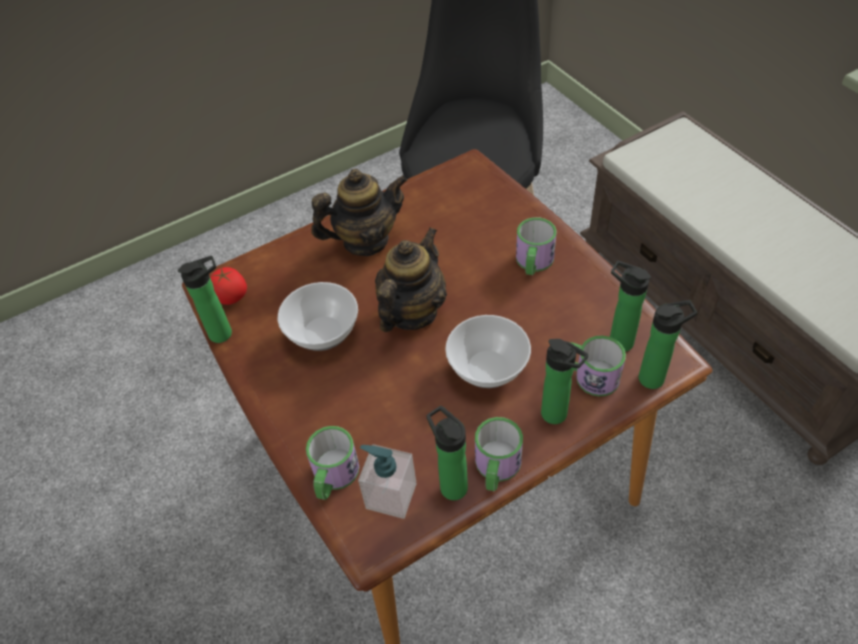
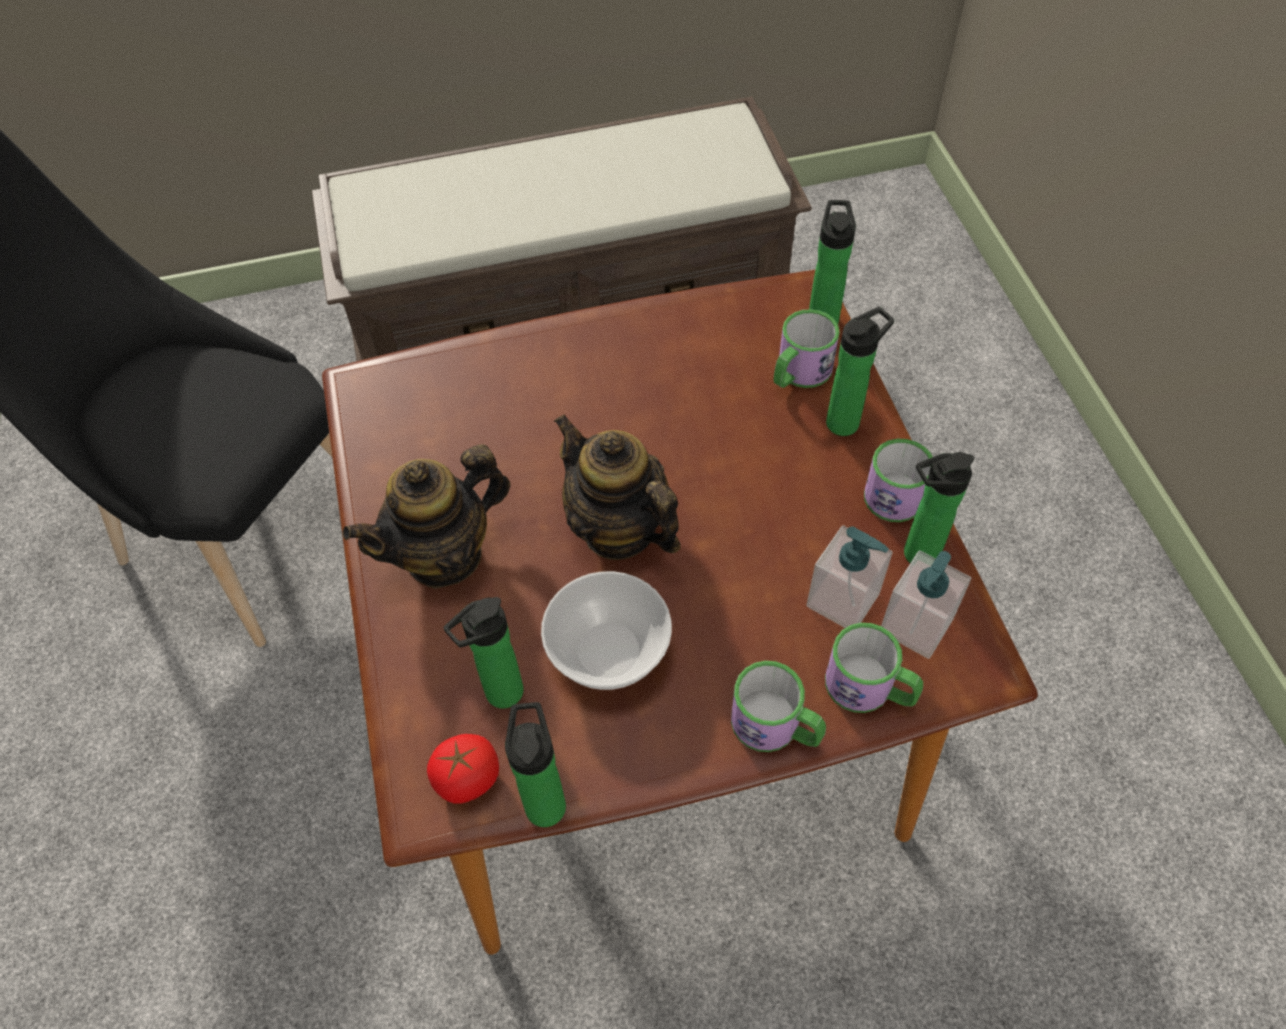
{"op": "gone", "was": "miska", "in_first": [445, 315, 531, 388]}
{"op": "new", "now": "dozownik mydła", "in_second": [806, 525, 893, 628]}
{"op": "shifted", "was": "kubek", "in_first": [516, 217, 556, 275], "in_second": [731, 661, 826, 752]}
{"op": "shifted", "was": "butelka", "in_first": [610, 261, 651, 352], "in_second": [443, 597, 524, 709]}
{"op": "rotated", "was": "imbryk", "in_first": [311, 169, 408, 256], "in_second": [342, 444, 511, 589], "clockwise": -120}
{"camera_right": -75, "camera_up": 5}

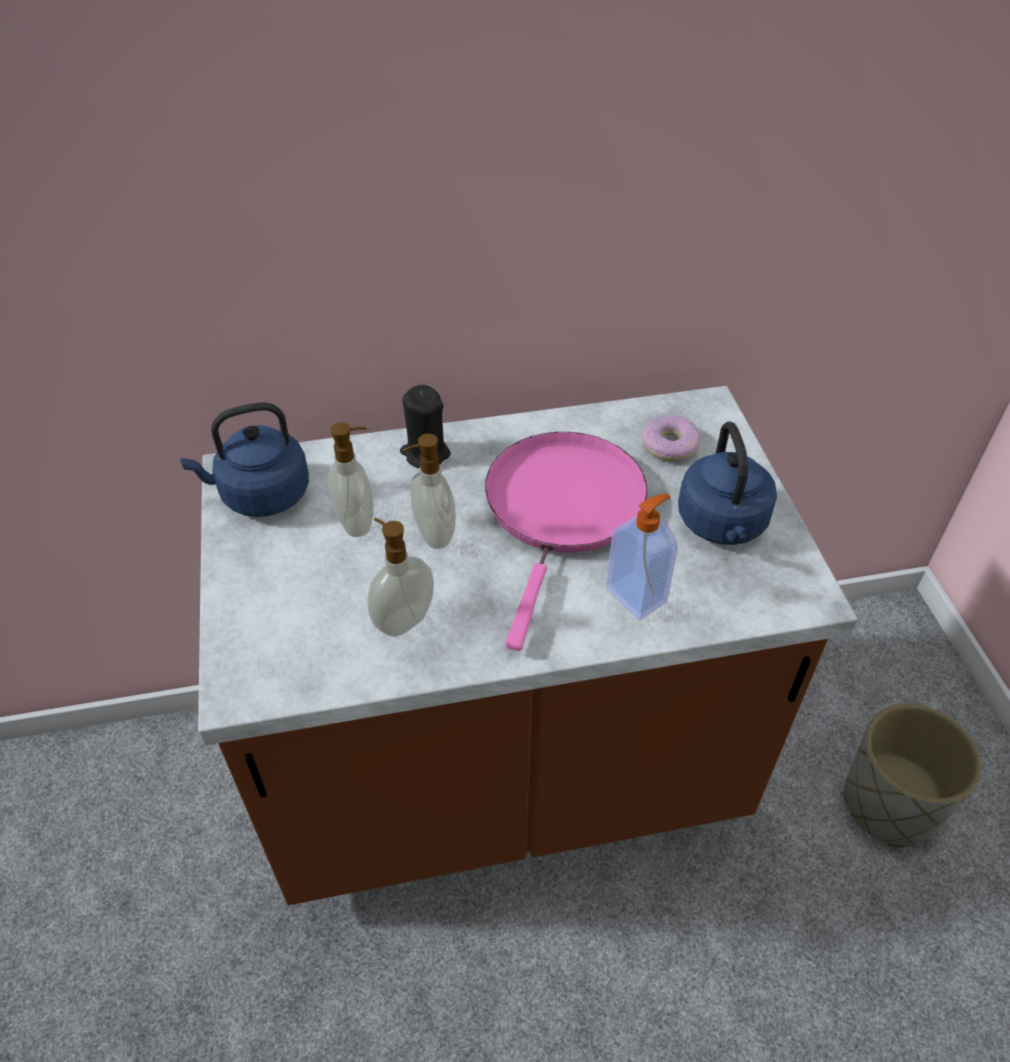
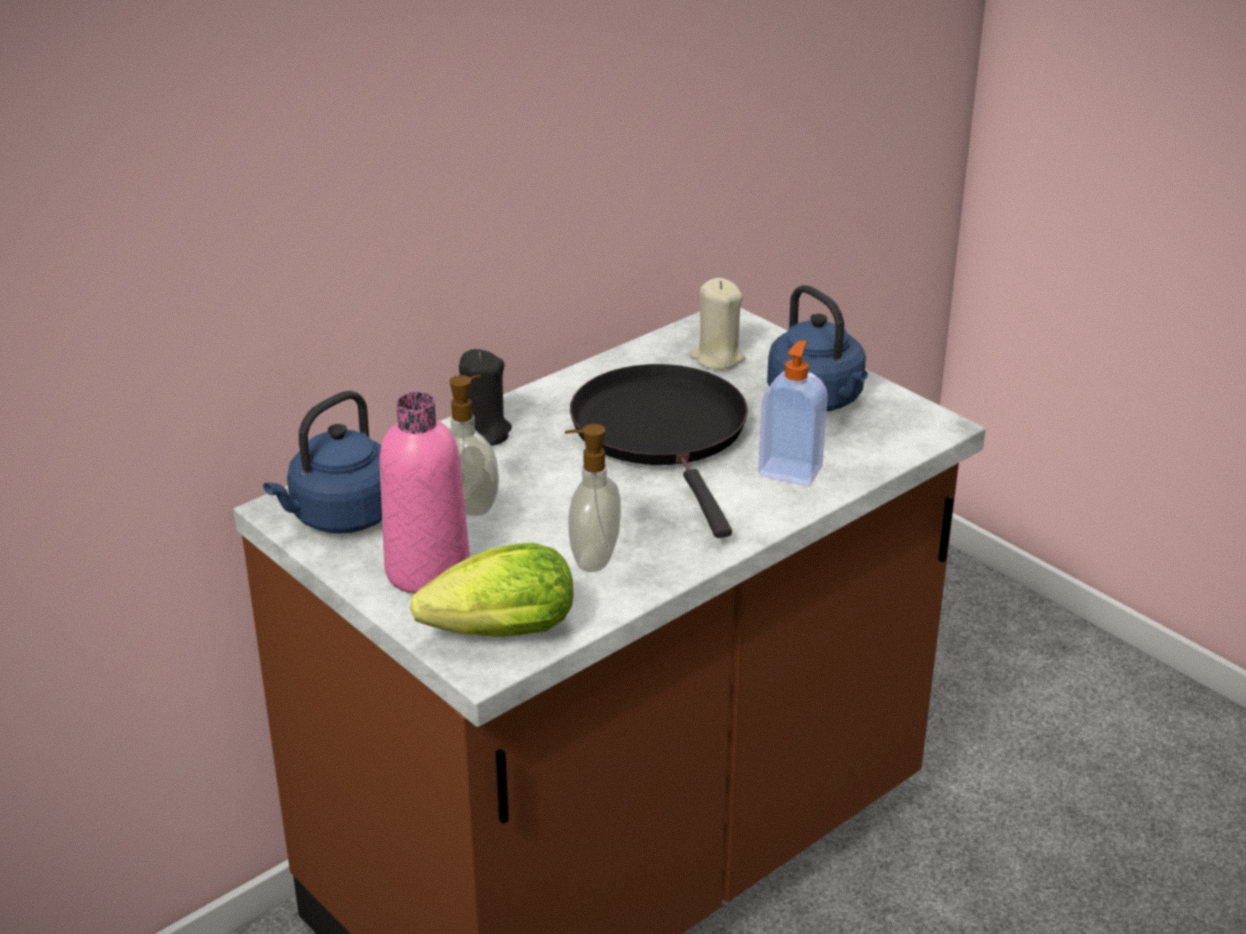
{"op": "gone", "was": "dozownik mydła", "in_first": [403, 434, 456, 549]}
{"op": "gone", "was": "donica [szary]", "in_first": [844, 704, 982, 847]}
{"op": "new", "now": "butelka [różowy]", "in_second": [380, 392, 470, 594]}
{"op": "new", "now": "sałata", "in_second": [410, 543, 574, 637]}
{"op": "swapped", "was": "donut", "now": "świeca [beżowy]", "in_first": [642, 415, 701, 461], "in_second": [690, 278, 745, 370]}
{"op": "repainted", "was": "patelnia [różowy]", "now": "patelnia [czarny]", "in_first": [485, 432, 648, 651], "in_second": [570, 364, 748, 538]}
{"camera_right": -30, "camera_up": -15}

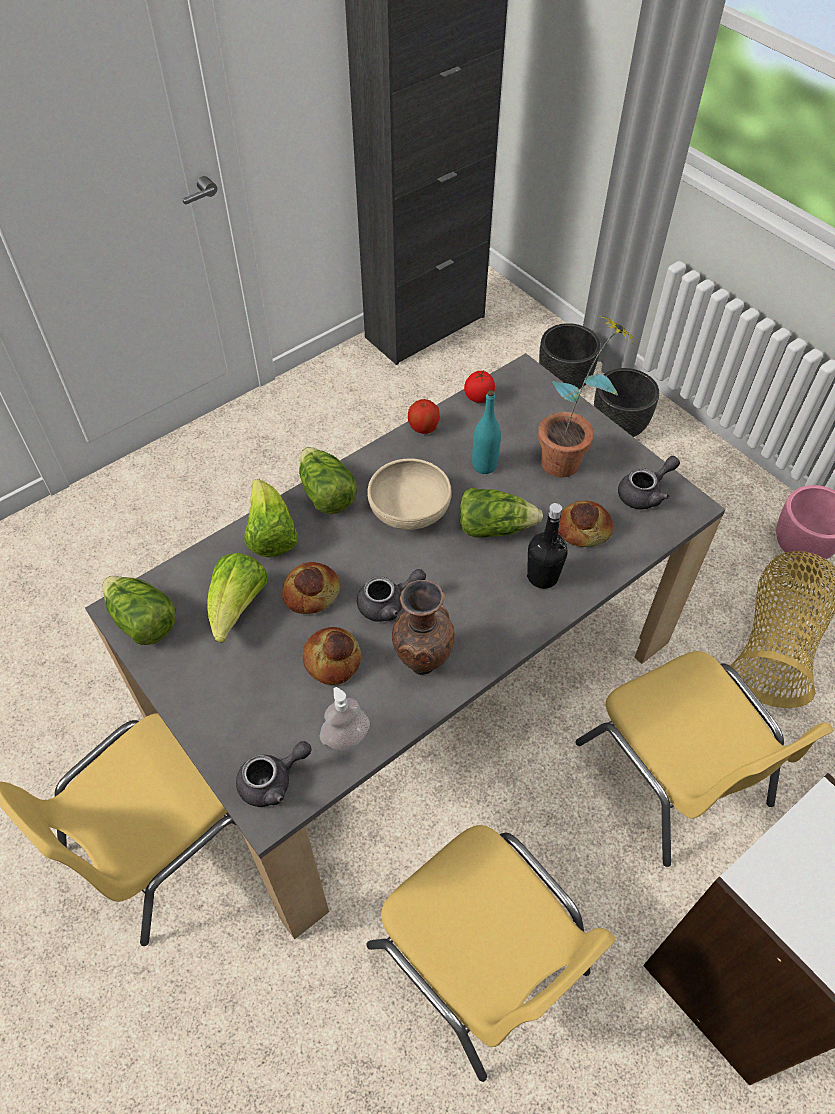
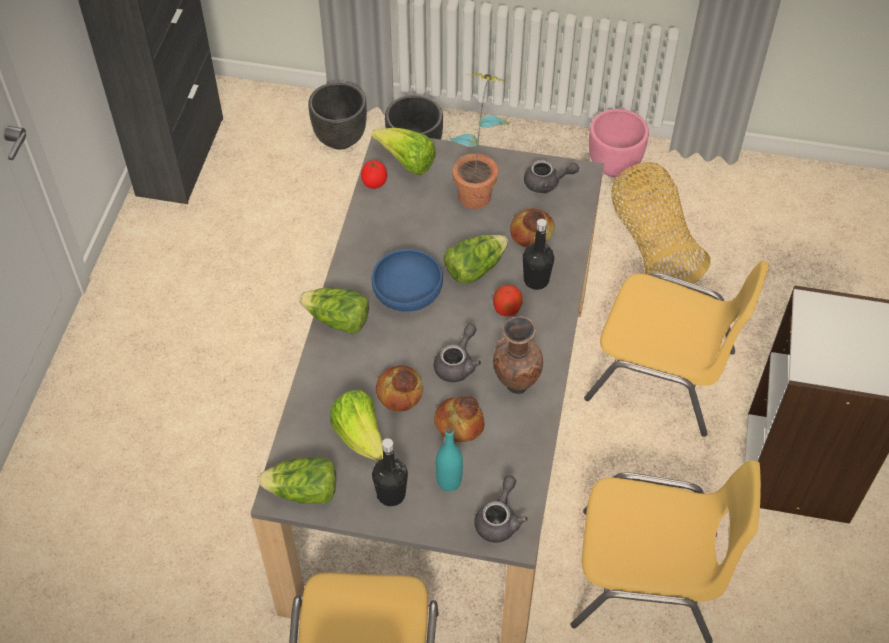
{"op": "gone", "was": "dozownik mydła", "in_first": [320, 687, 370, 751]}
{"op": "new", "now": "butelka [czarny]", "in_second": [372, 438, 408, 506]}
{"op": "shifted", "was": "sałata", "in_first": [244, 479, 297, 558], "in_second": [371, 128, 436, 175]}
{"op": "shifted", "was": "jabłko", "in_first": [408, 399, 440, 434], "in_second": [493, 285, 523, 316]}
{"op": "shifted", "was": "butelka [turkusowy]", "in_first": [472, 390, 501, 474], "in_second": [436, 427, 463, 491]}
{"op": "repainted", "was": "miska [beżowy]", "now": "miska [niebieski]", "in_first": [367, 459, 452, 530], "in_second": [372, 249, 443, 312]}
{"op": "rotated", "was": "imbryk [szary]", "in_first": [618, 456, 680, 509], "in_second": [524, 160, 579, 193], "clockwise": 75}
{"camera_right": -40, "camera_up": 0}

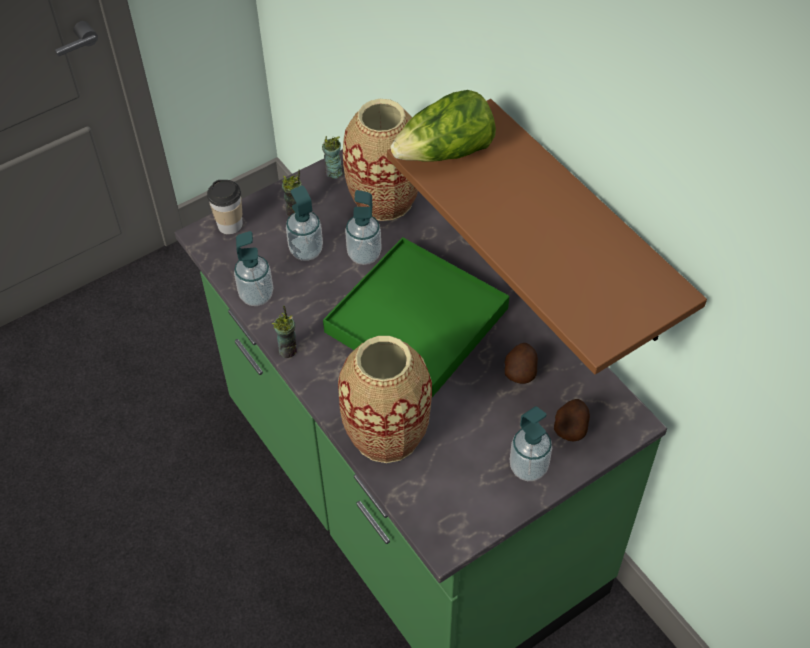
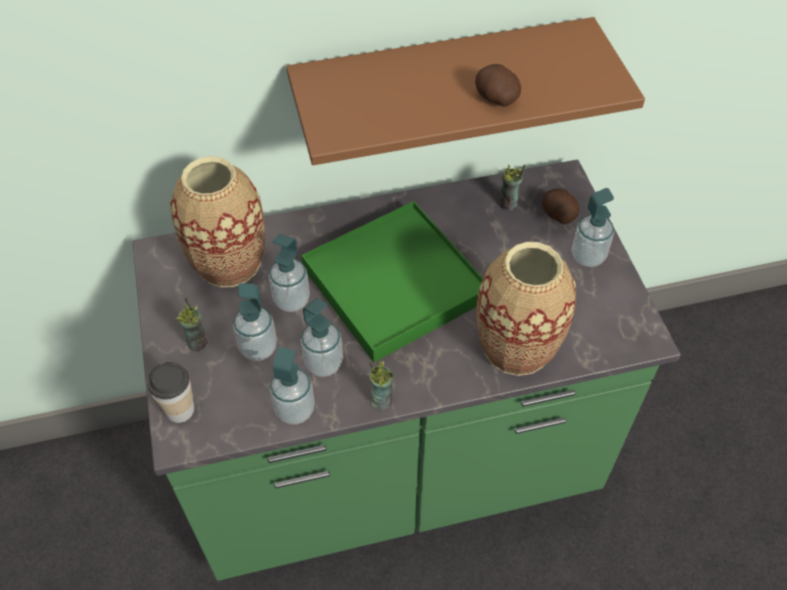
{"op": "gone", "was": "sałata", "in_first": [390, 90, 496, 162]}
{"op": "new", "now": "dozownik mydła", "in_second": [301, 298, 343, 377]}
{"op": "shifted", "was": "filiżanka", "in_first": [322, 136, 343, 179], "in_second": [499, 164, 525, 211]}
{"op": "shifted", "was": "ziemniak", "in_first": [505, 343, 538, 384], "in_second": [475, 64, 521, 107]}
{"camera_right": -70, "camera_up": 0}

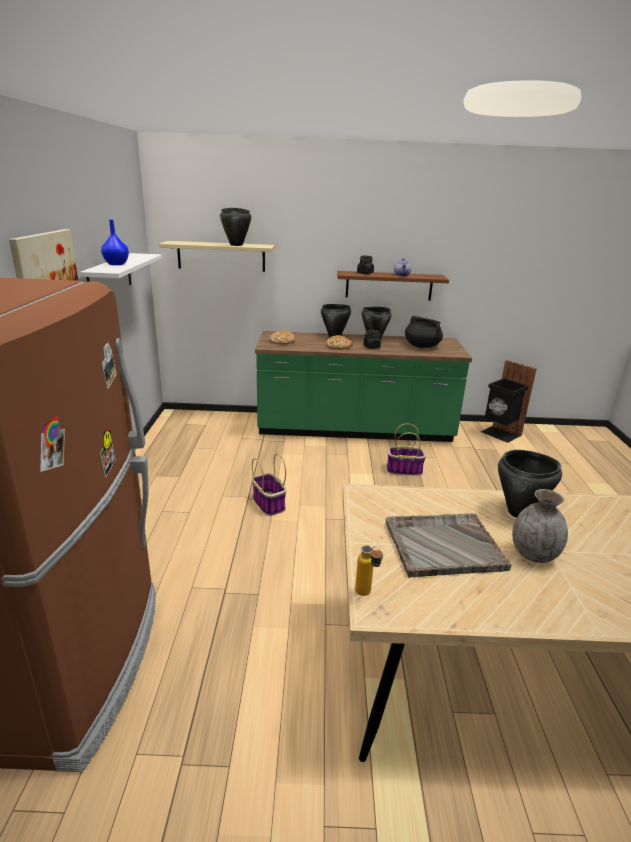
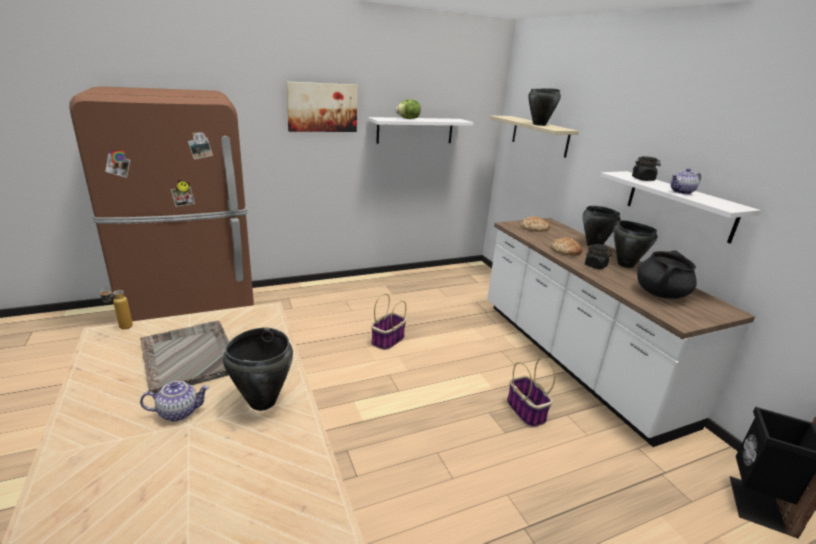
{"op": "swapped", "was": "wazon [niebieski]", "now": "sałata", "in_first": [101, 220, 129, 265], "in_second": [395, 100, 421, 119]}
{"op": "swapped", "was": "wazon [szary]", "now": "imbryk", "in_first": [512, 489, 568, 563], "in_second": [140, 381, 210, 421]}
{"op": "repainted", "was": "zabudowa kuchenna [zielony]", "now": "zabudowa kuchenna [biały]", "in_first": [255, 331, 472, 442], "in_second": [487, 218, 755, 447]}
{"op": "repainted", "was": "półka [brązowy]", "now": "półka [biały]", "in_first": [337, 271, 449, 301], "in_second": [600, 171, 761, 243]}
{"camera_right": 65, "camera_up": 0}

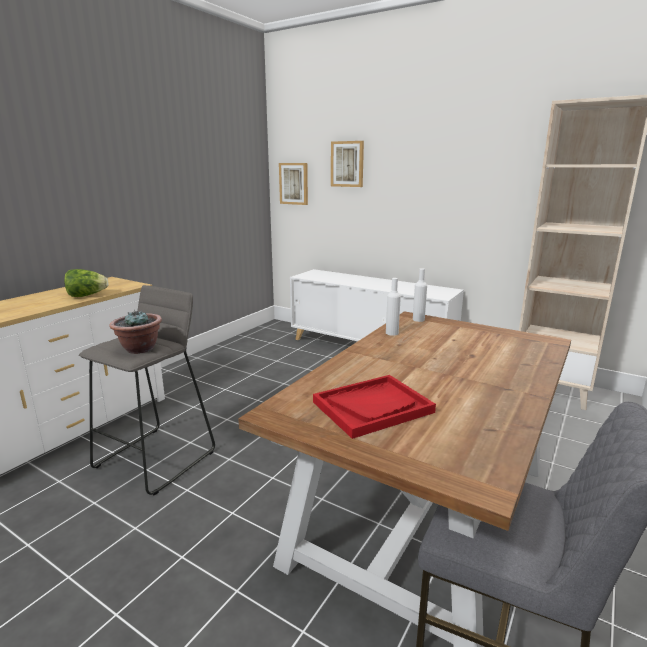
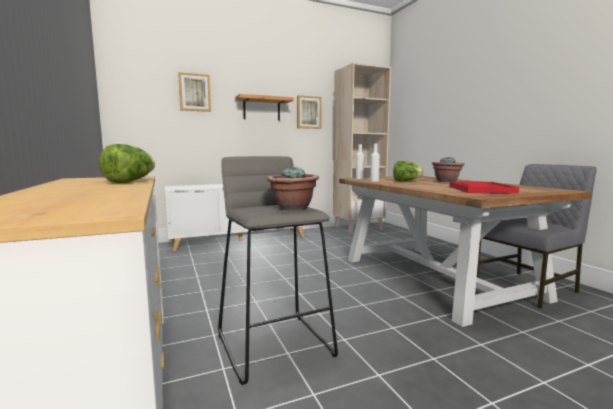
{"op": "new", "now": "półka", "in_second": [235, 94, 294, 121]}
{"op": "new", "now": "sałata", "in_second": [393, 161, 424, 182]}
{"op": "new", "now": "roślina doniczkowa", "in_second": [432, 157, 465, 182]}
{"op": "shifted", "was": "obraz", "in_first": [279, 163, 308, 205], "in_second": [297, 95, 322, 129]}
{"camera_right": -55, "camera_up": -10}

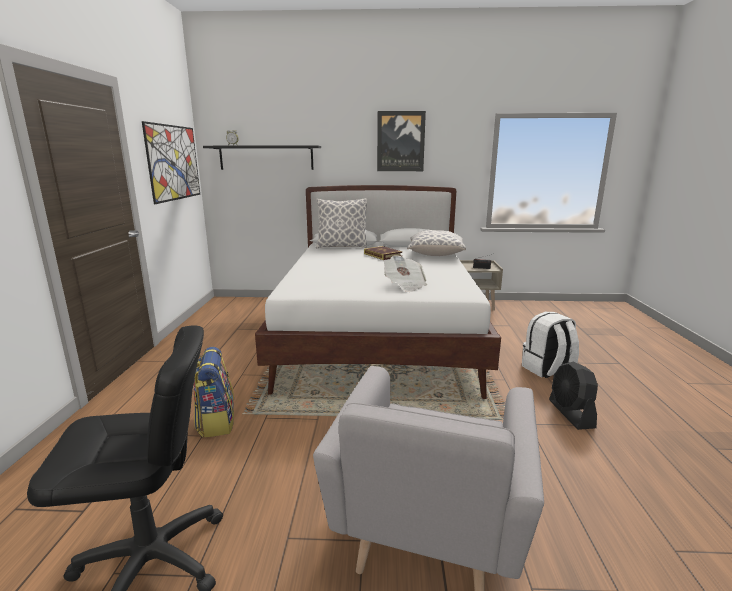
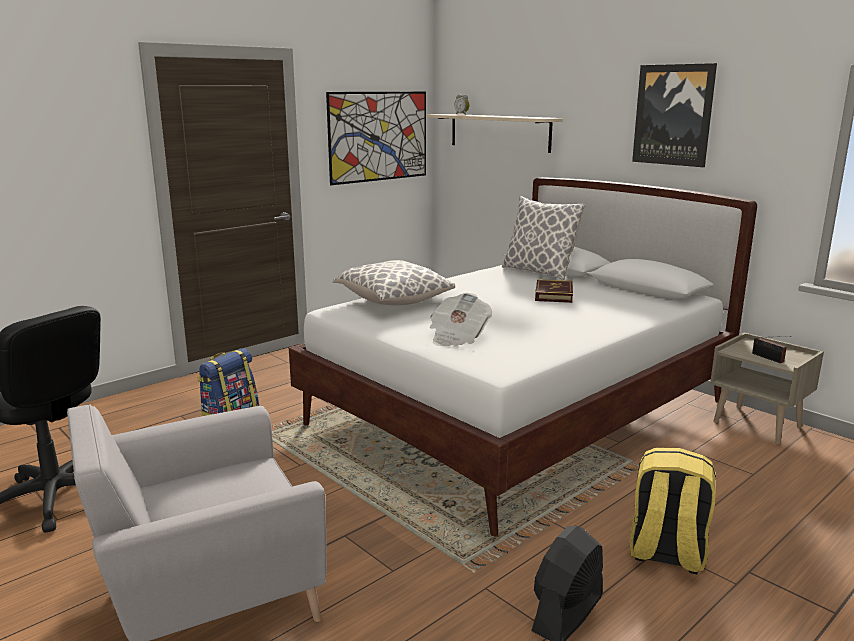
{"op": "shifted", "was": "poduszka", "in_first": [407, 230, 466, 256], "in_second": [333, 260, 455, 305]}
{"op": "repainted", "was": "półka [czarny]", "now": "półka [beżowy]", "in_first": [203, 146, 321, 170], "in_second": [427, 114, 563, 153]}
{"op": "repainted", "was": "plecak [biały]", "now": "plecak [żółty]", "in_first": [522, 312, 579, 378], "in_second": [630, 448, 716, 574]}
{"camera_right": 45, "camera_up": 0}

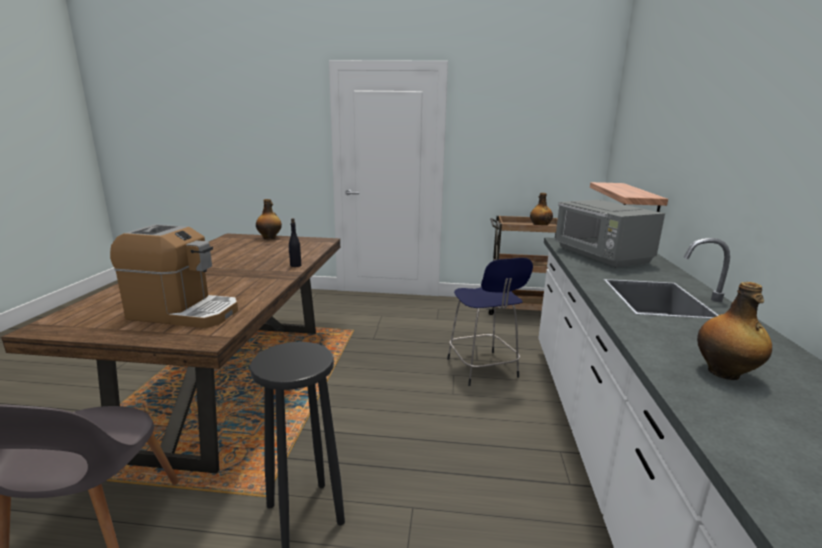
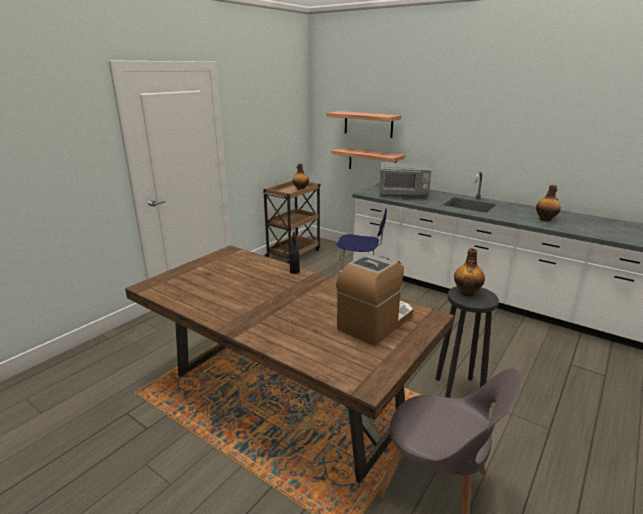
{"op": "new", "now": "półka", "in_second": [326, 111, 401, 138]}
{"op": "shifted", "was": "butelka", "in_first": [256, 199, 282, 240], "in_second": [454, 248, 485, 296]}
{"camera_right": -60, "camera_up": 5}

